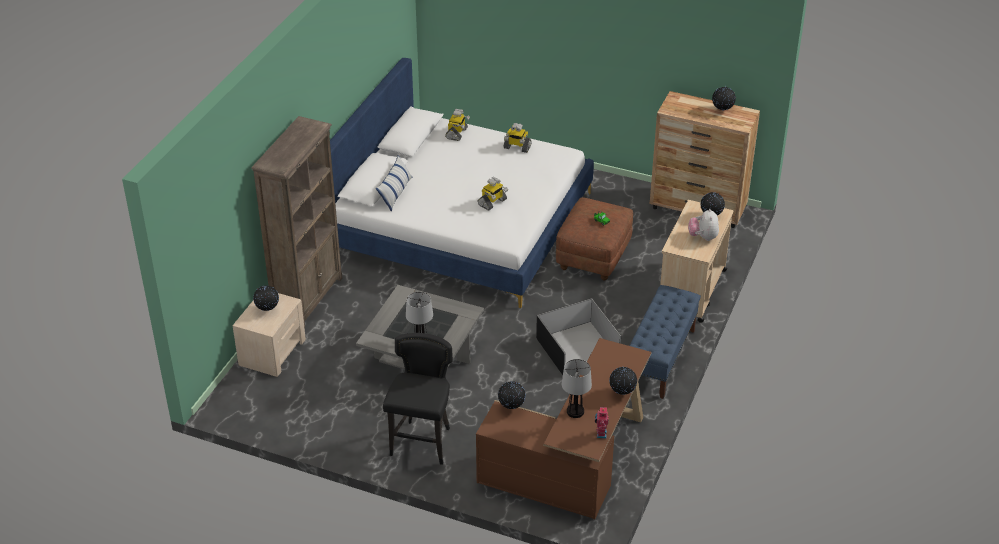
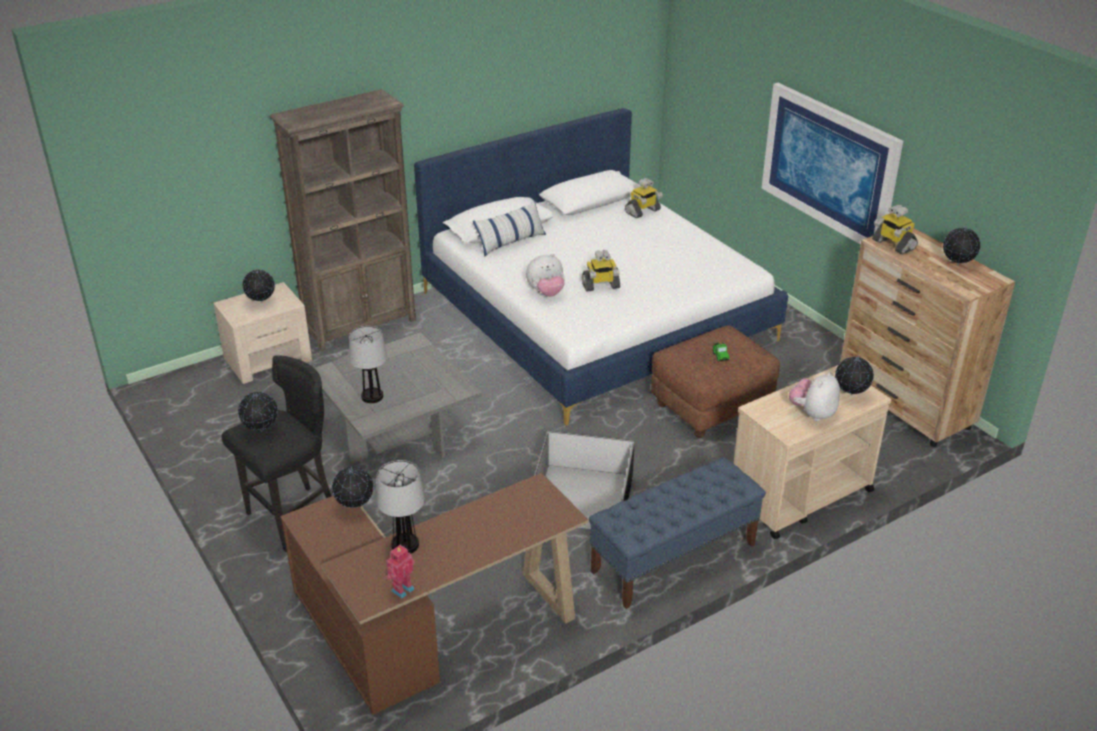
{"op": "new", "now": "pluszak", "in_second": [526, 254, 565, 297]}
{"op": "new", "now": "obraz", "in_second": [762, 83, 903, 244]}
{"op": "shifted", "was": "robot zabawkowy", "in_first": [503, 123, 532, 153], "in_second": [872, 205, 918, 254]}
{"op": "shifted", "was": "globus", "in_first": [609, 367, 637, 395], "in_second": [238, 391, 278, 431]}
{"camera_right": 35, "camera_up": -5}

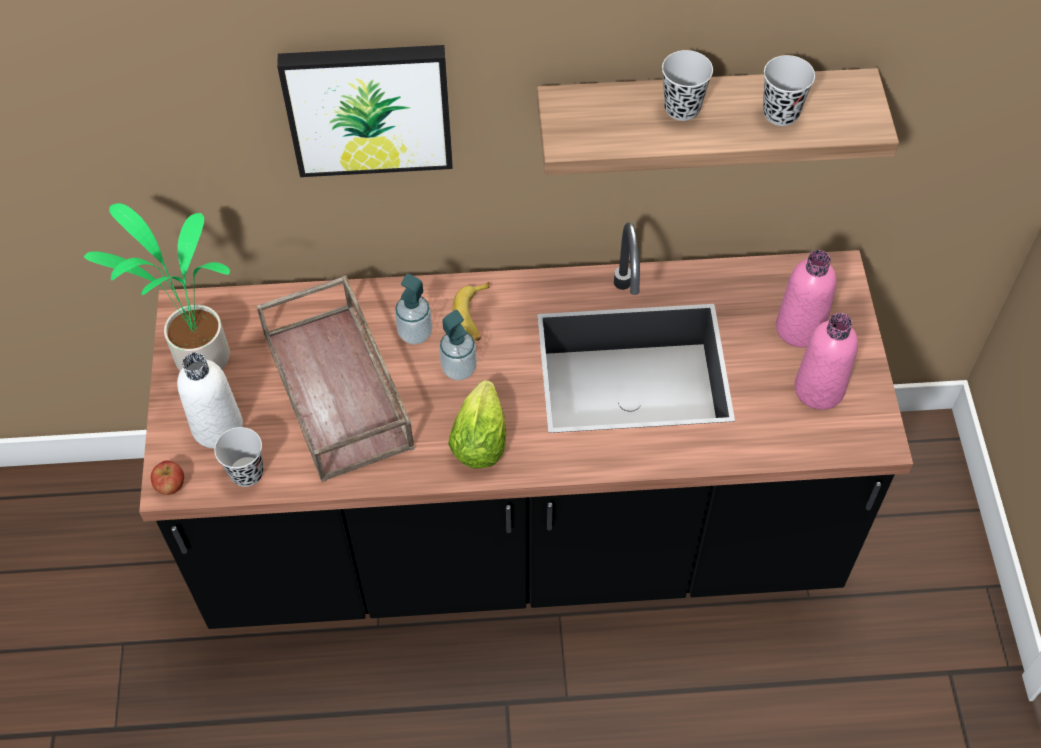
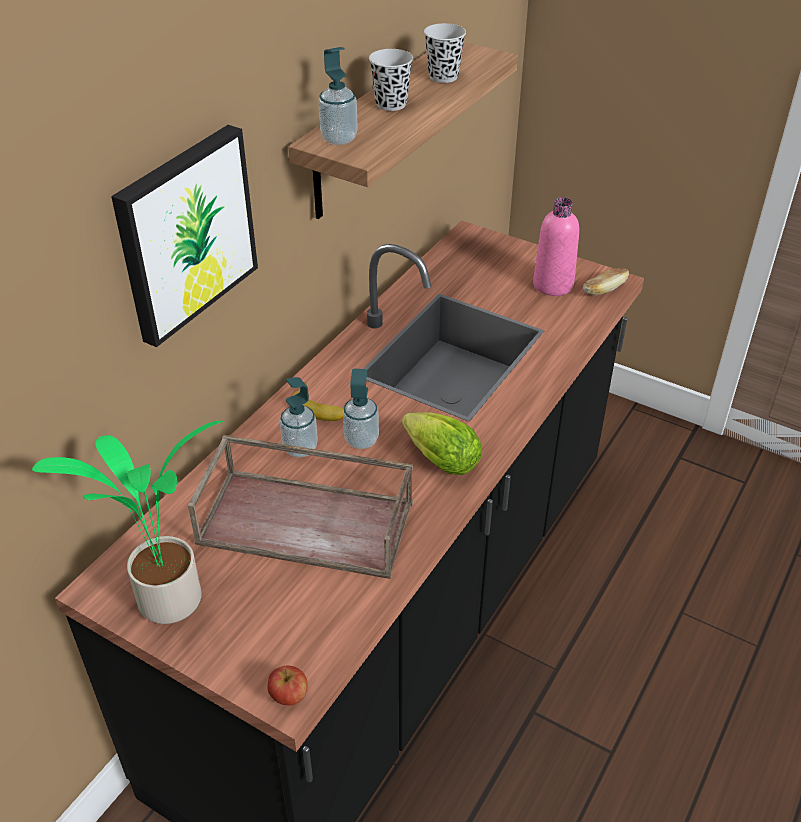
{"op": "gone", "was": "butelka [biały]", "in_first": [177, 353, 243, 449]}
{"op": "gone", "was": "filiżanka [czarny]", "in_first": [214, 427, 264, 487]}
{"op": "gone", "was": "butelka [różowy]", "in_first": [776, 250, 837, 348]}
{"op": "new", "now": "dozownik mydła", "in_second": [319, 47, 358, 145]}
{"op": "new", "now": "chleb", "in_second": [583, 268, 629, 295]}
{"camera_right": -55, "camera_up": -15}

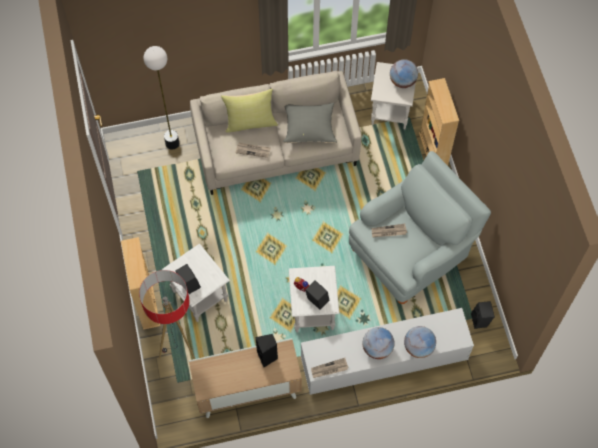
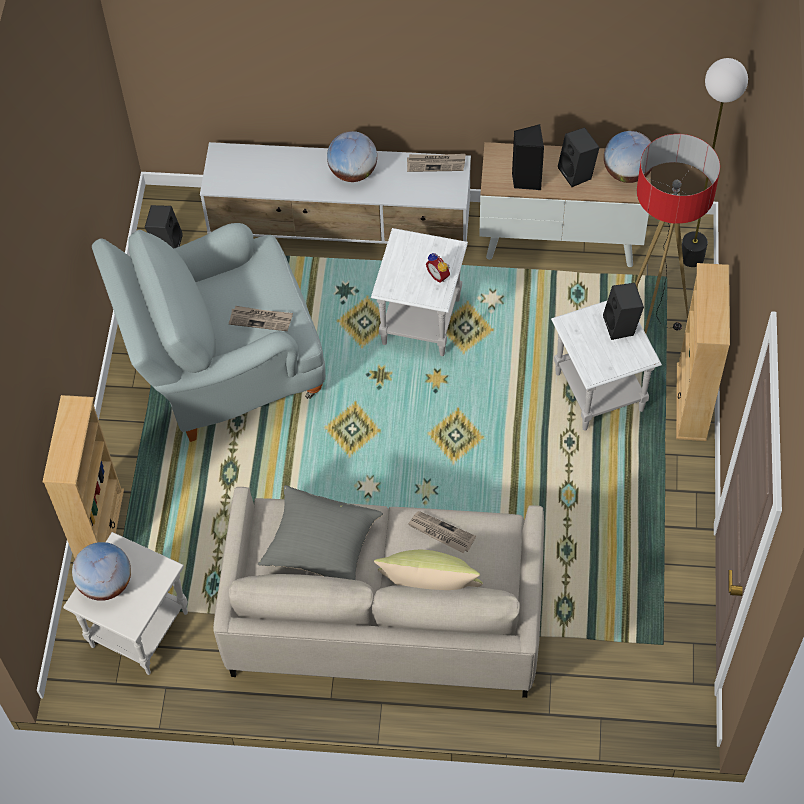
{"op": "shifted", "was": "lampa stojąca", "in_first": [144, 46, 179, 149], "in_second": [682, 58, 748, 267]}
{"op": "shifted", "was": "głośnik [czarny]", "in_first": [305, 280, 329, 310], "in_second": [558, 127, 600, 187]}
{"op": "shifted", "was": "globus", "in_first": [404, 326, 436, 358], "in_second": [604, 131, 653, 183]}
{"camera_right": -160, "camera_up": -5}

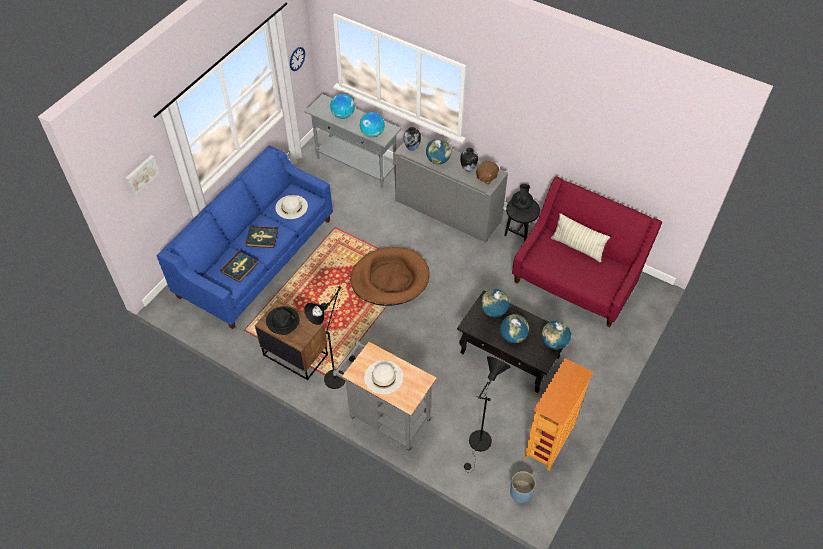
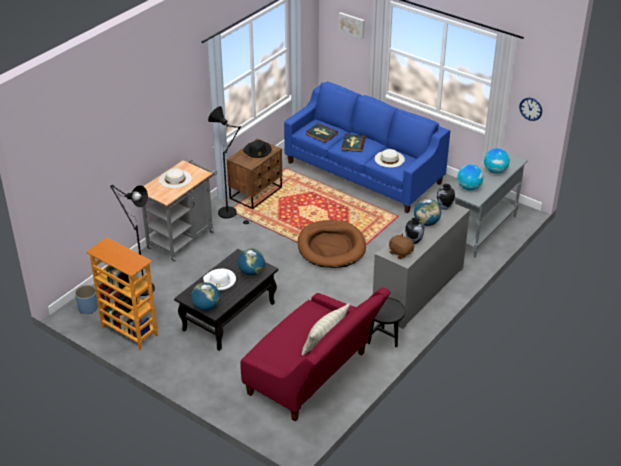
{"op": "gone", "was": "imbryk [czarny]", "in_first": [511, 184, 533, 210]}
{"op": "swapped", "was": "globus", "now": "kapelusz [biały]", "in_first": [500, 314, 529, 343], "in_second": [203, 268, 236, 291]}
{"camera_right": 95, "camera_up": -15}

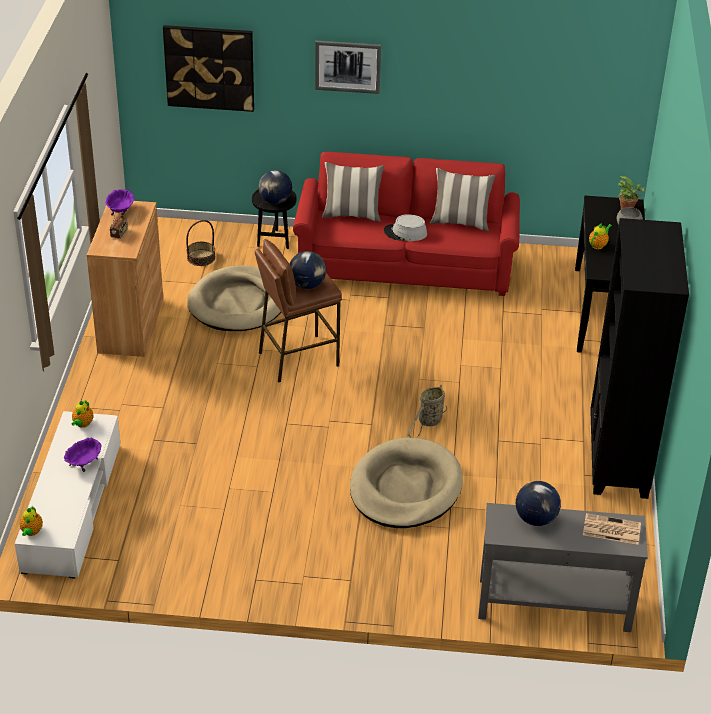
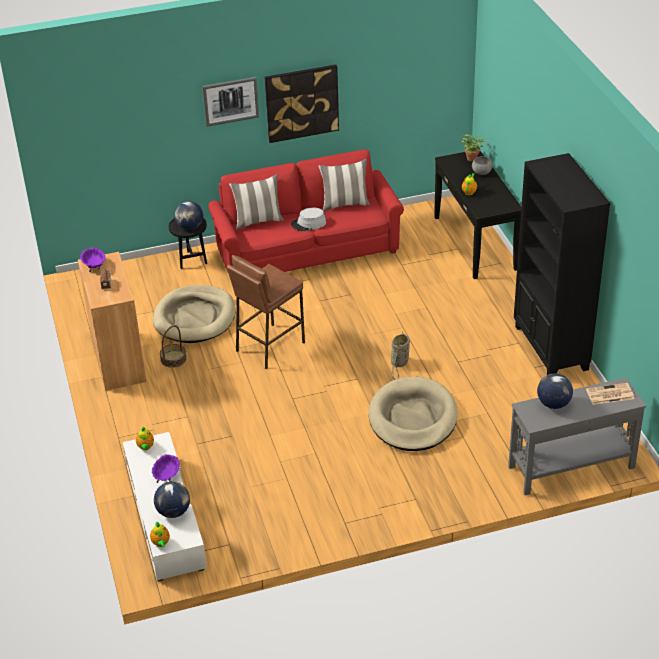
{"op": "shifted", "was": "obraz", "in_first": [163, 25, 254, 112], "in_second": [265, 65, 339, 143]}
{"op": "shifted", "was": "koszyk", "in_first": [186, 220, 216, 266], "in_second": [160, 325, 187, 368]}
{"op": "shifted", "was": "globus", "in_first": [290, 251, 326, 289], "in_second": [154, 482, 190, 518]}
{"camera_right": -20, "camera_up": 0}

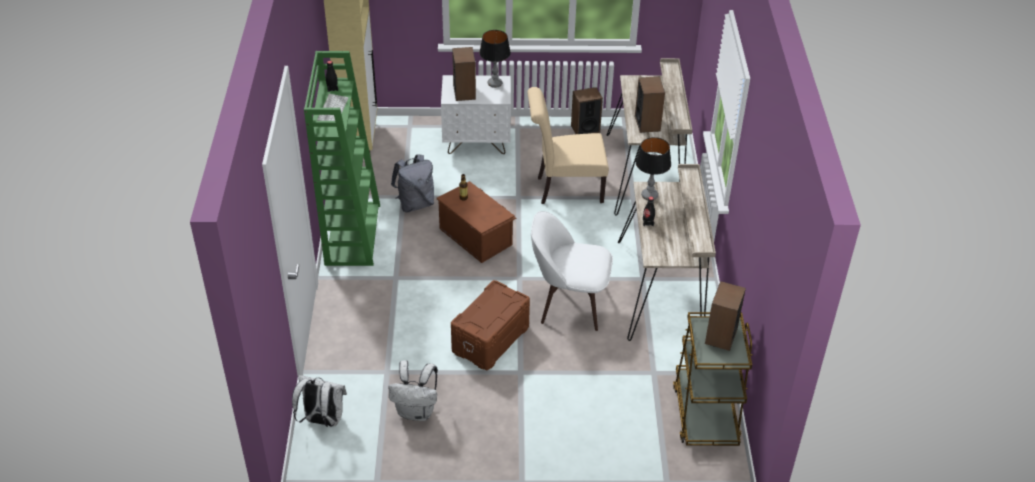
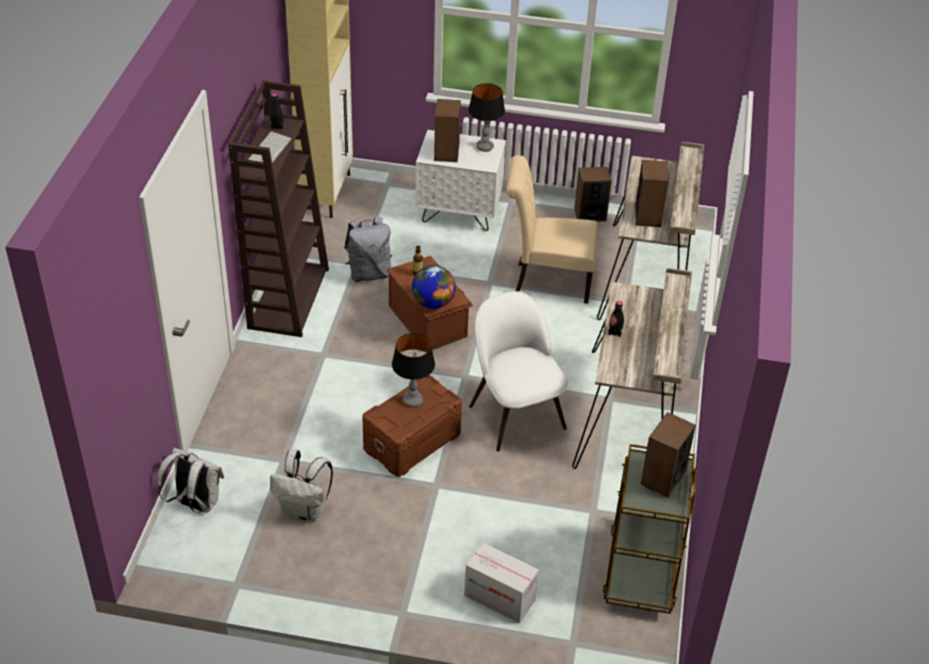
{"op": "new", "now": "globus", "in_second": [412, 265, 456, 309]}
{"op": "new", "now": "karton", "in_second": [464, 542, 539, 623]}
{"op": "shifted", "was": "lampa stołowa", "in_first": [636, 137, 671, 200], "in_second": [392, 333, 435, 407]}
{"op": "repainted", "was": "regał [zielony]", "now": "regał [brązowy]", "in_first": [304, 51, 380, 266], "in_second": [228, 80, 329, 337]}
{"op": "rotated", "was": "krzesło [biały]", "in_first": [531, 211, 613, 331], "in_second": [469, 291, 568, 452], "clockwise": 45}
{"camera_right": 10, "camera_up": 0}

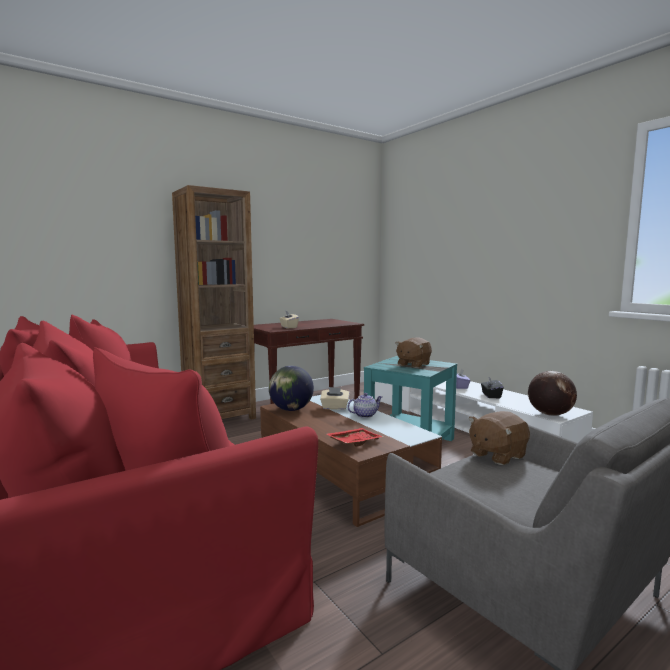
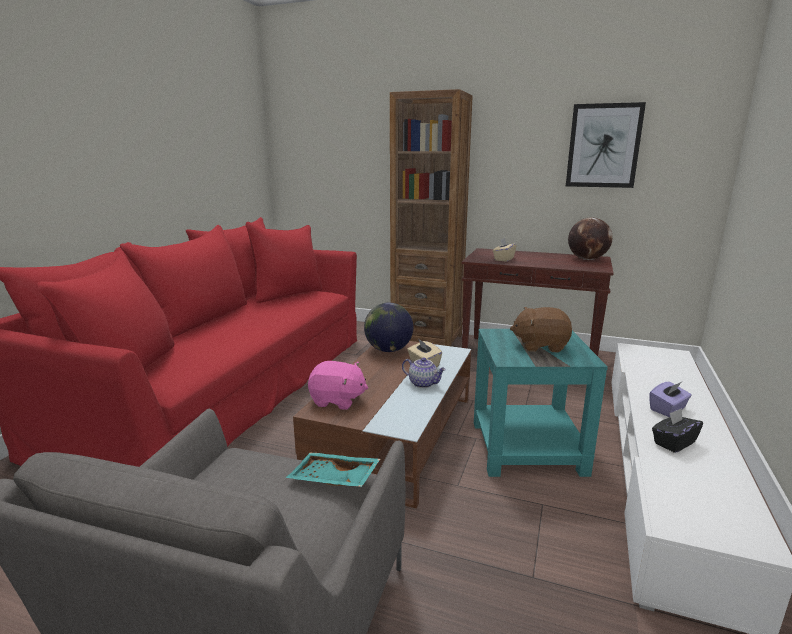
{"op": "new", "now": "obraz", "in_second": [566, 102, 646, 188]}
{"op": "shifted", "was": "globus", "in_first": [528, 371, 577, 416], "in_second": [568, 217, 613, 260]}
{"op": "swapped", "was": "taca [czerwony]", "now": "pluszak [różowy]", "in_first": [327, 428, 383, 447], "in_second": [308, 361, 368, 410]}
{"op": "swapped", "was": "pluszak [brązowy]", "now": "taca [turkusowy]", "in_first": [468, 411, 530, 465], "in_second": [286, 453, 380, 487]}
{"camera_right": 55, "camera_up": 10}

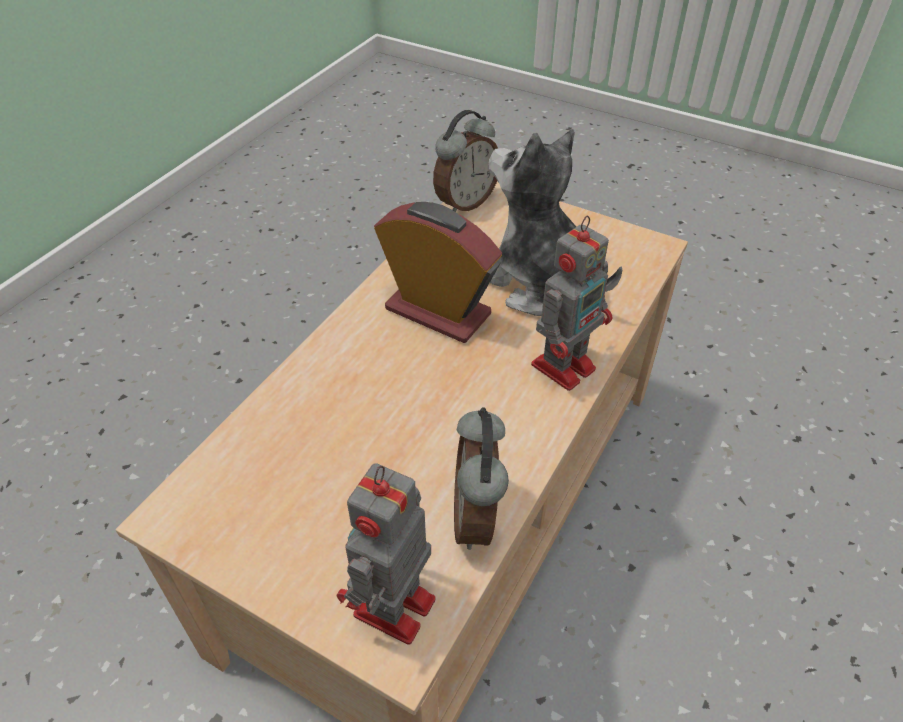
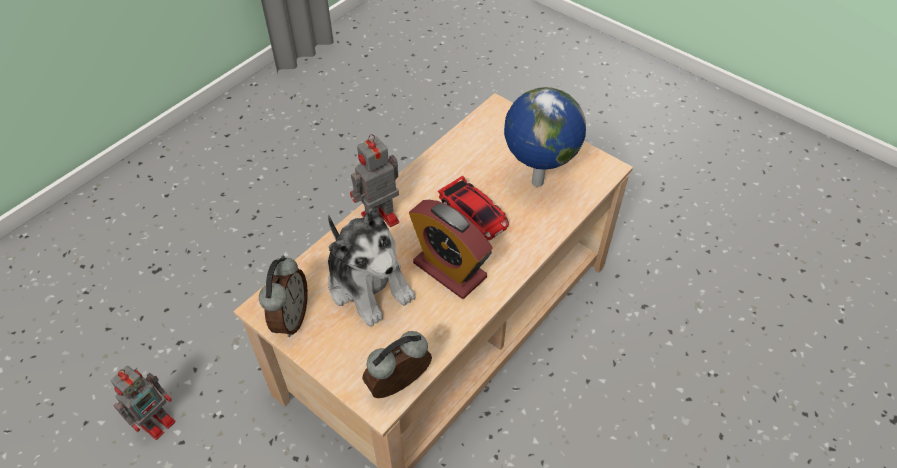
{"op": "new", "now": "samochodzik", "in_second": [438, 176, 509, 240]}
{"op": "new", "now": "globus", "in_second": [504, 87, 586, 187]}
{"op": "shifted", "was": "robot zabawkowy", "in_first": [337, 463, 436, 645], "in_second": [111, 366, 176, 440]}
{"op": "shifted", "was": "budzik", "in_first": [454, 408, 509, 550], "in_second": [259, 256, 308, 337]}
{"camera_right": -170, "camera_up": 5}

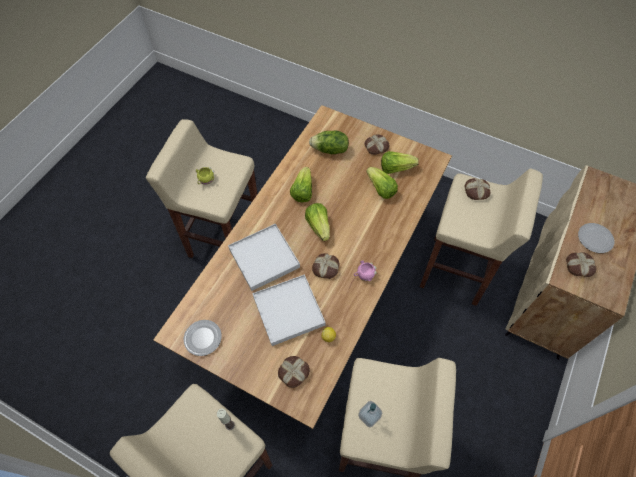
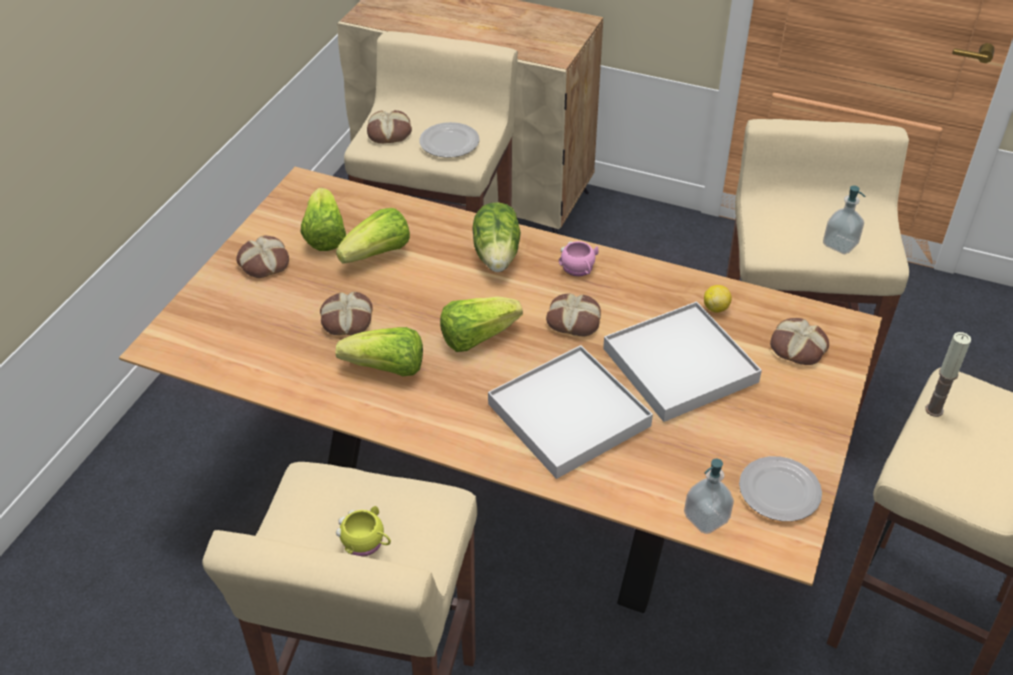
{"op": "new", "now": "dozownik mydła", "in_second": [684, 459, 734, 534]}
{"op": "shifted", "was": "sałata", "in_first": [309, 131, 349, 154], "in_second": [472, 202, 521, 272]}
{"op": "shifted", "was": "chleb", "in_first": [566, 252, 596, 277], "in_second": [320, 292, 373, 335]}
{"op": "shifted", "was": "talerz", "in_first": [578, 223, 614, 253], "in_second": [419, 122, 480, 158]}
{"camera_right": -95, "camera_up": -15}

